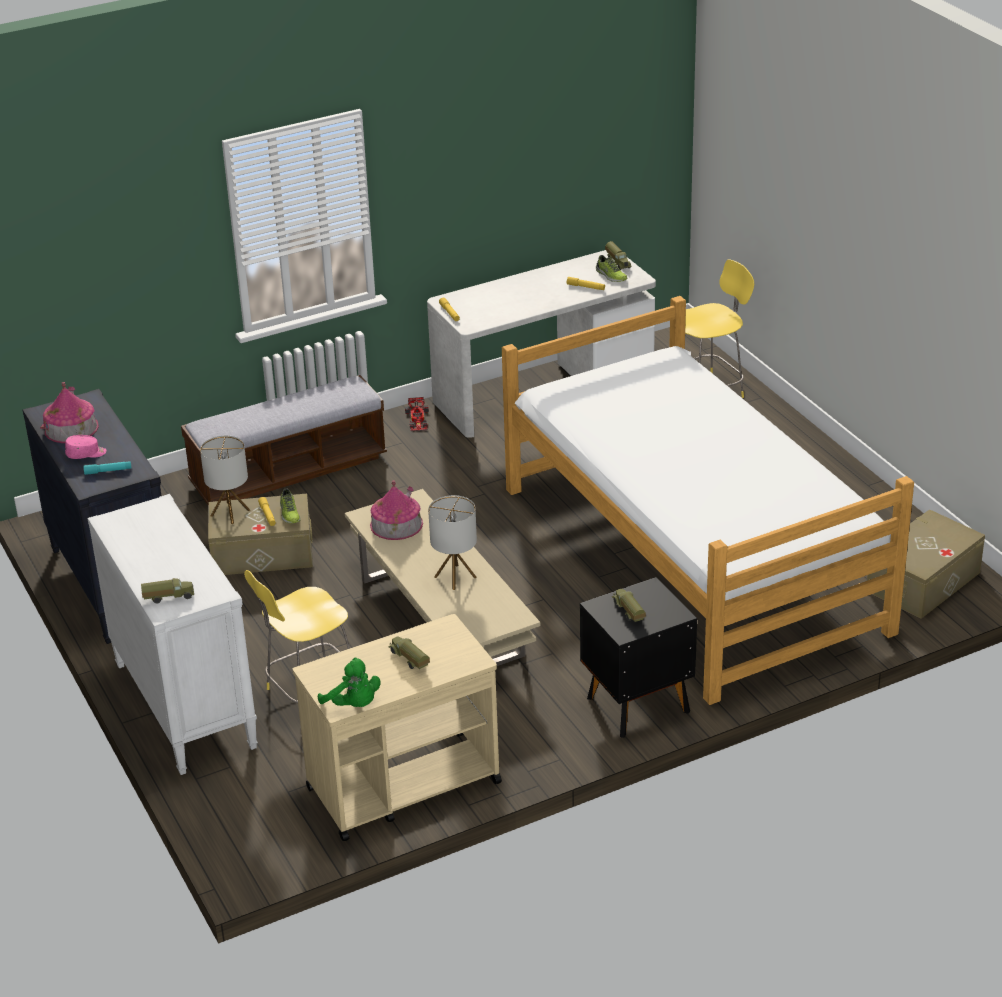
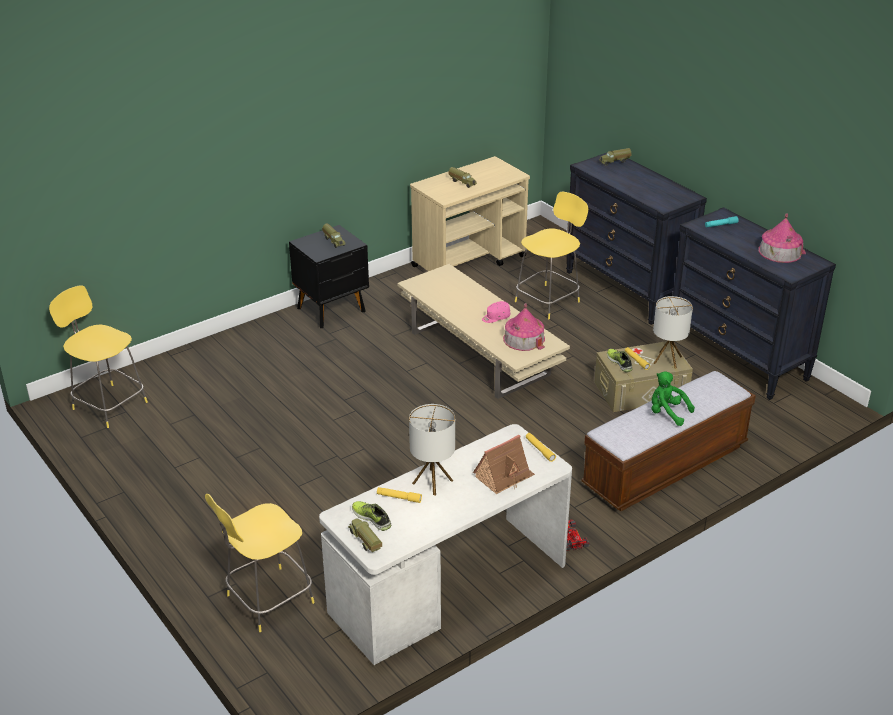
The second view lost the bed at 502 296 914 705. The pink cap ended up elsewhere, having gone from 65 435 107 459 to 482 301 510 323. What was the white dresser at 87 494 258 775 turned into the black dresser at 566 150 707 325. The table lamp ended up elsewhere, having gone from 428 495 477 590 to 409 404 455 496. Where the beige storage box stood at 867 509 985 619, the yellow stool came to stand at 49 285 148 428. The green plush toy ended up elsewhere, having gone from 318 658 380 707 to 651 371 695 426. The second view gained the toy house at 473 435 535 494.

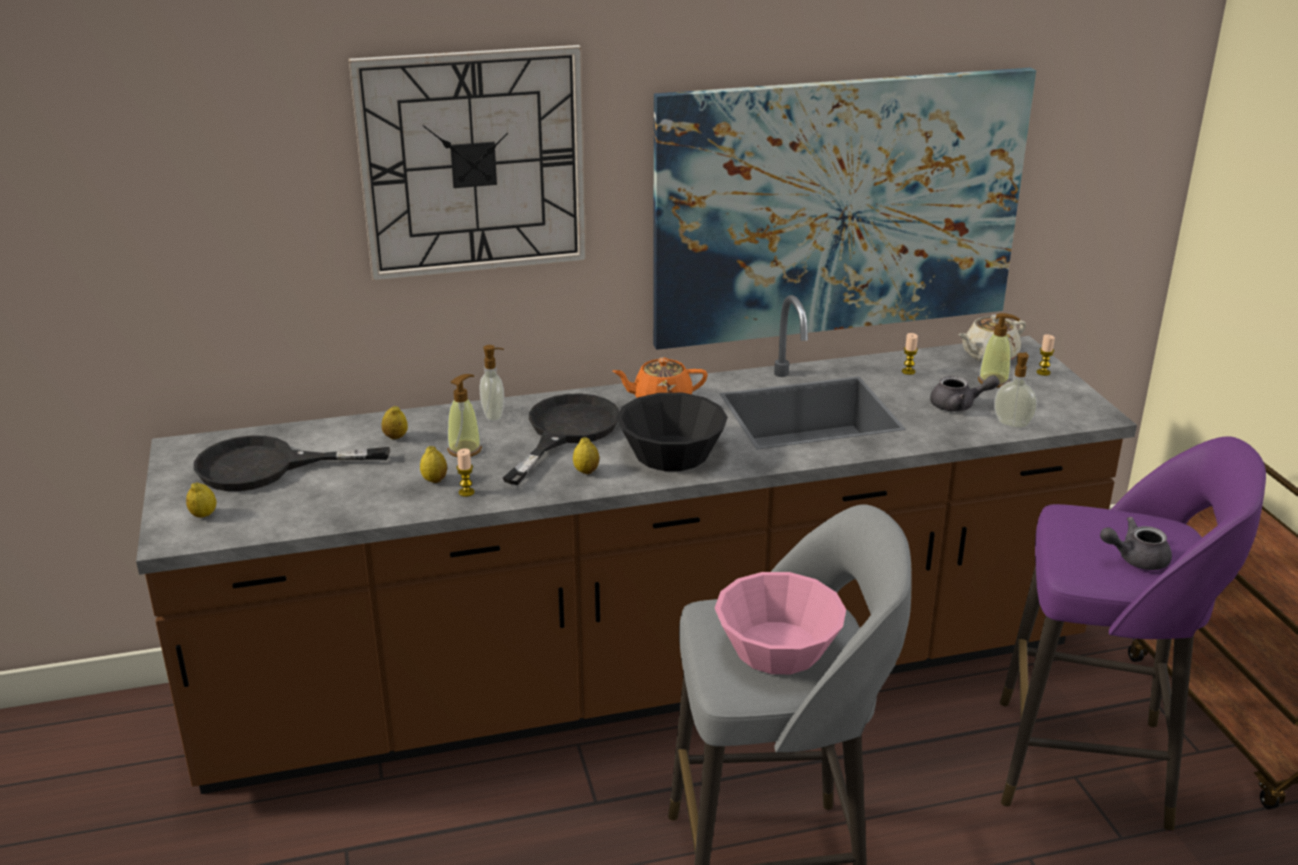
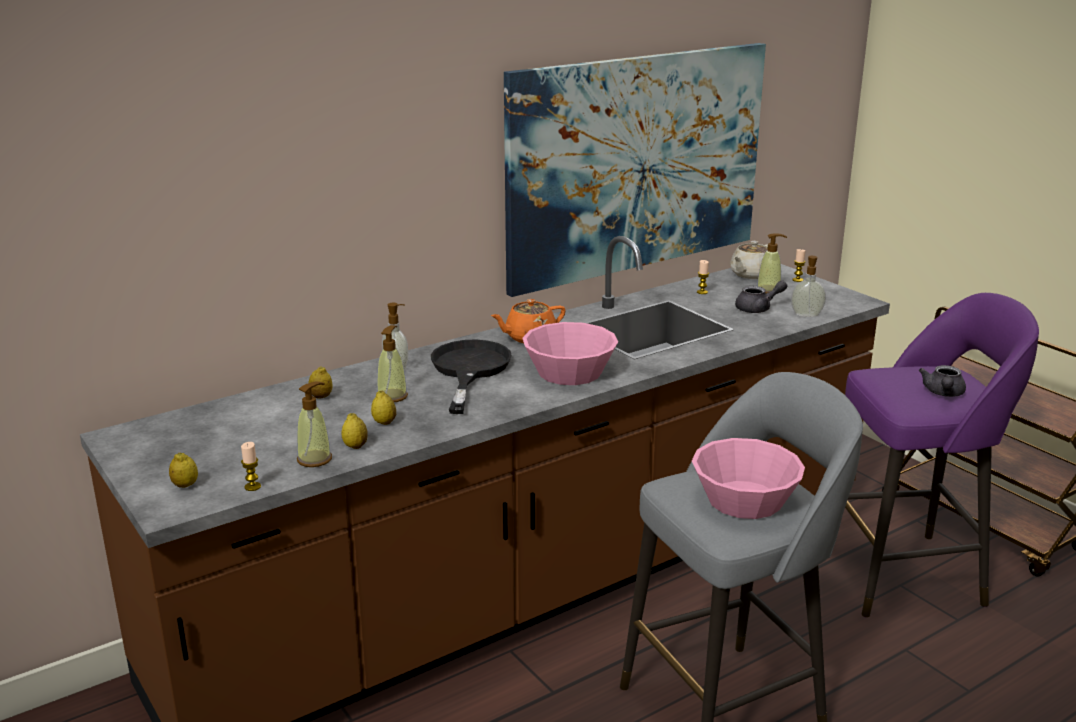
The second view lost the wall clock at 349 45 586 281. What was the black bowl at 616 393 728 471 turned into the pink bowl at 522 322 618 385. The second view lost the black frying pan at 194 436 390 491. The lemon ended up elsewhere, having gone from 573 437 599 474 to 342 413 368 449. The candle ended up elsewhere, having gone from 457 448 475 497 to 241 442 261 491. The grey teapot at 1100 517 1172 570 ended up facing another way, 45 degrees counterclockwise from before. The second view gained the soap dispenser at 297 382 332 467.

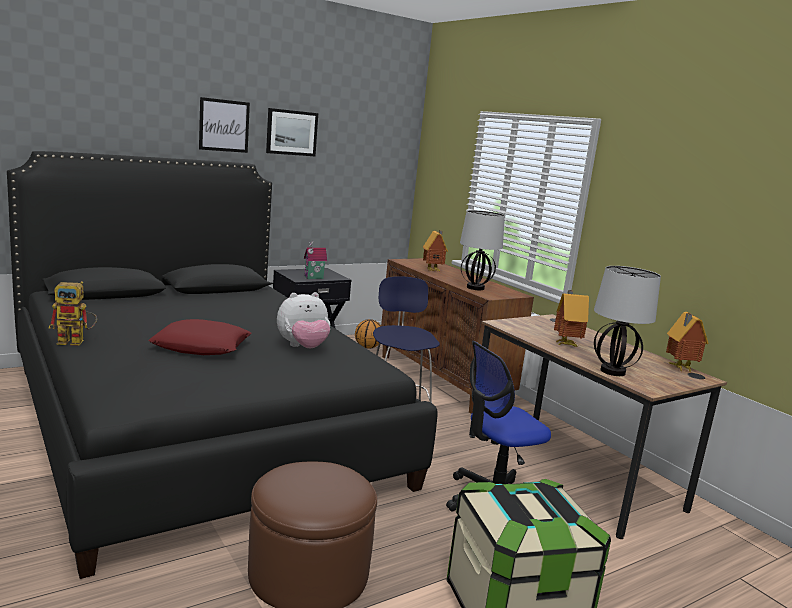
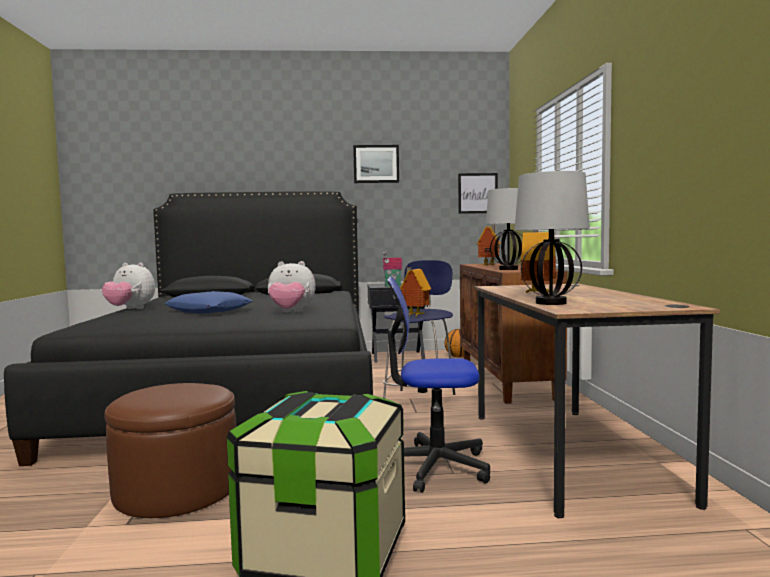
The picture ended up elsewhere, having gone from 199 97 250 153 to 458 173 498 214. Where the toy robot stood at 48 281 97 346, the plush toy came to stand at 102 263 155 309. The toy house ended up elsewhere, having gone from 666 312 709 373 to 400 267 431 317. What was the red pillow at 148 319 252 355 turned into the blue pillow at 165 291 252 314.

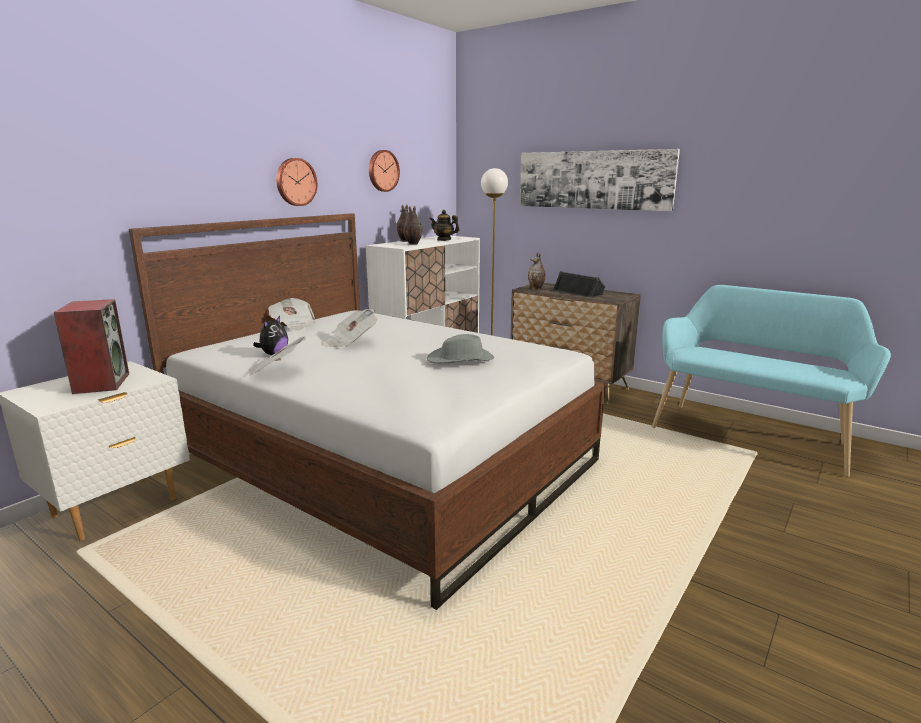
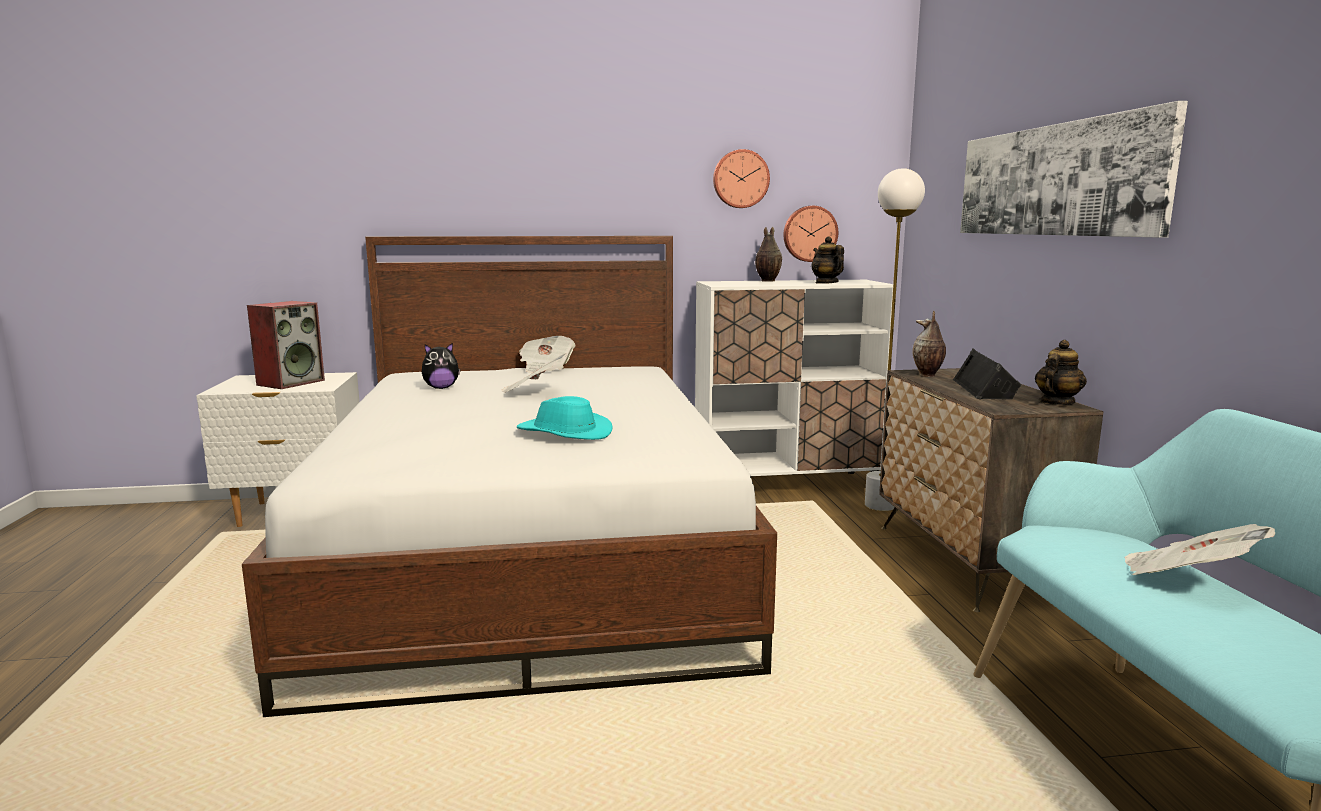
The wall clock ended up elsewhere, having gone from 276 158 317 206 to 784 206 838 262. The second view lost the vase at 404 206 422 245. What was the grey hat at 427 334 494 364 turned into the turquoise hat at 517 396 613 440. The newspaper ended up elsewhere, having gone from 249 336 306 376 to 1124 524 1276 575. The second view gained the teapot at 1035 340 1087 405.

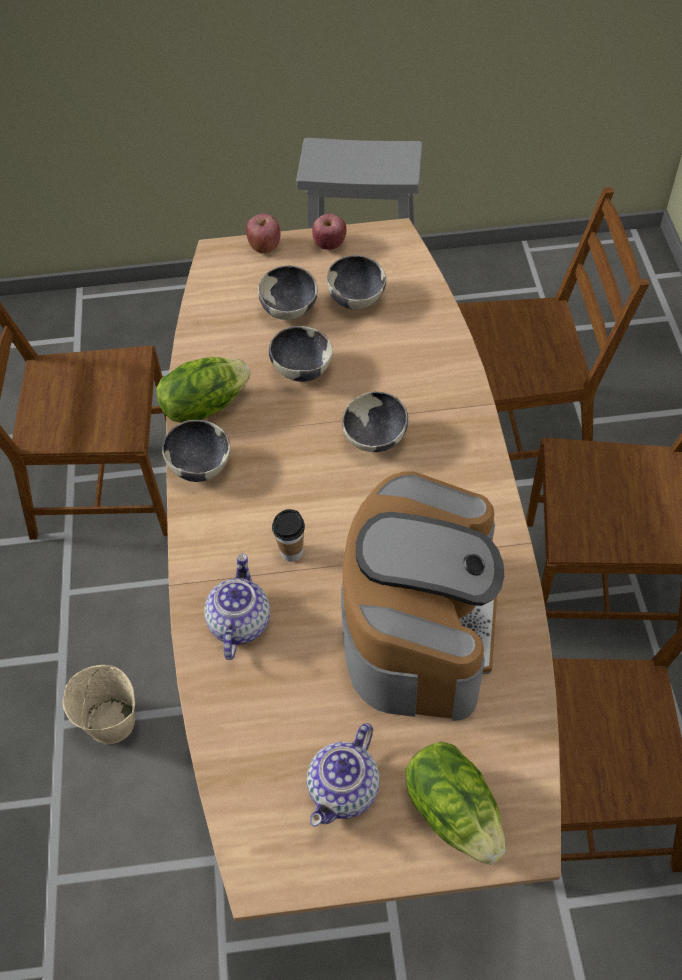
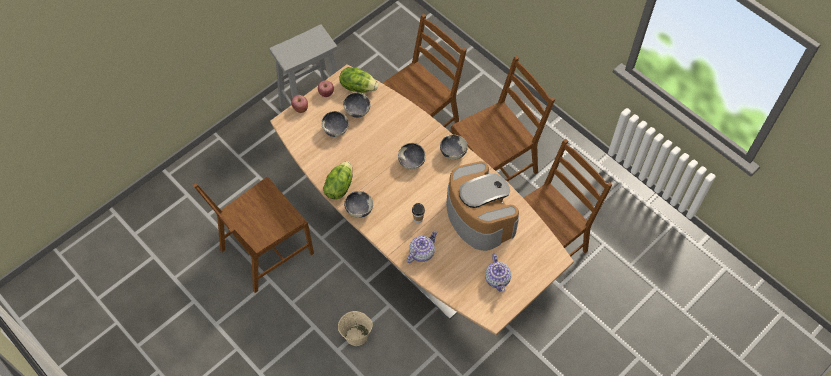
The bowl ended up elsewhere, having gone from 269 326 333 382 to 440 134 468 160. The teapot at 204 553 270 660 ended up facing another way, 75 degrees clockwise from before. The lettuce ended up elsewhere, having gone from 406 741 506 865 to 339 67 379 93.

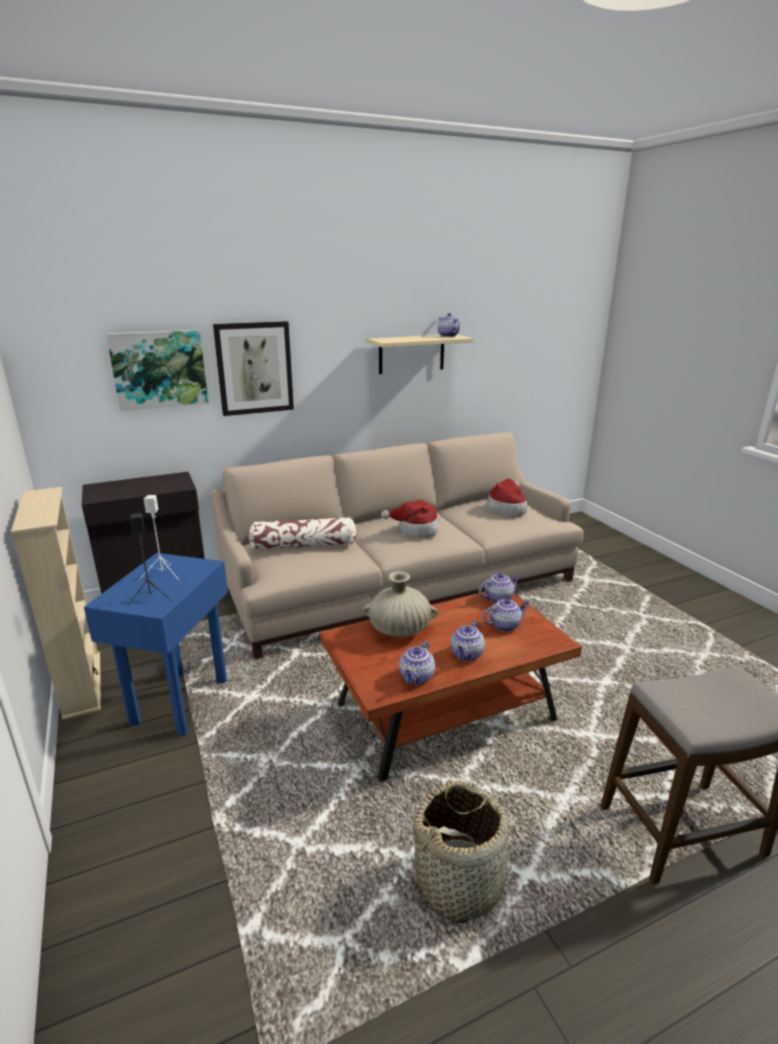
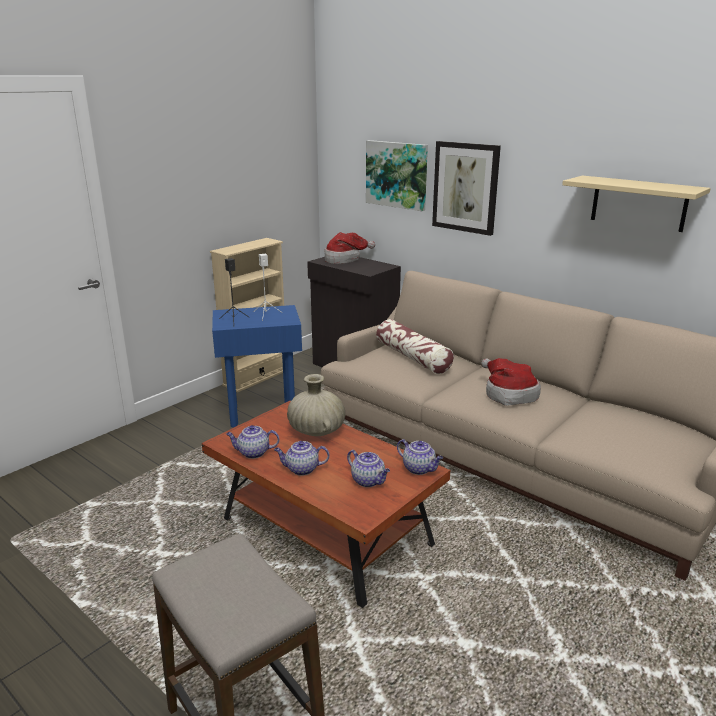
The second view lost the teapot at 438 313 460 337. The hat ended up elsewhere, having gone from 487 478 527 517 to 325 232 375 264. The second view lost the basket at 413 781 516 923.

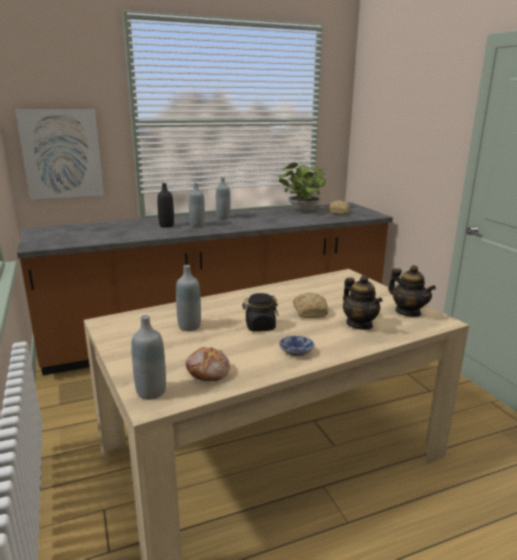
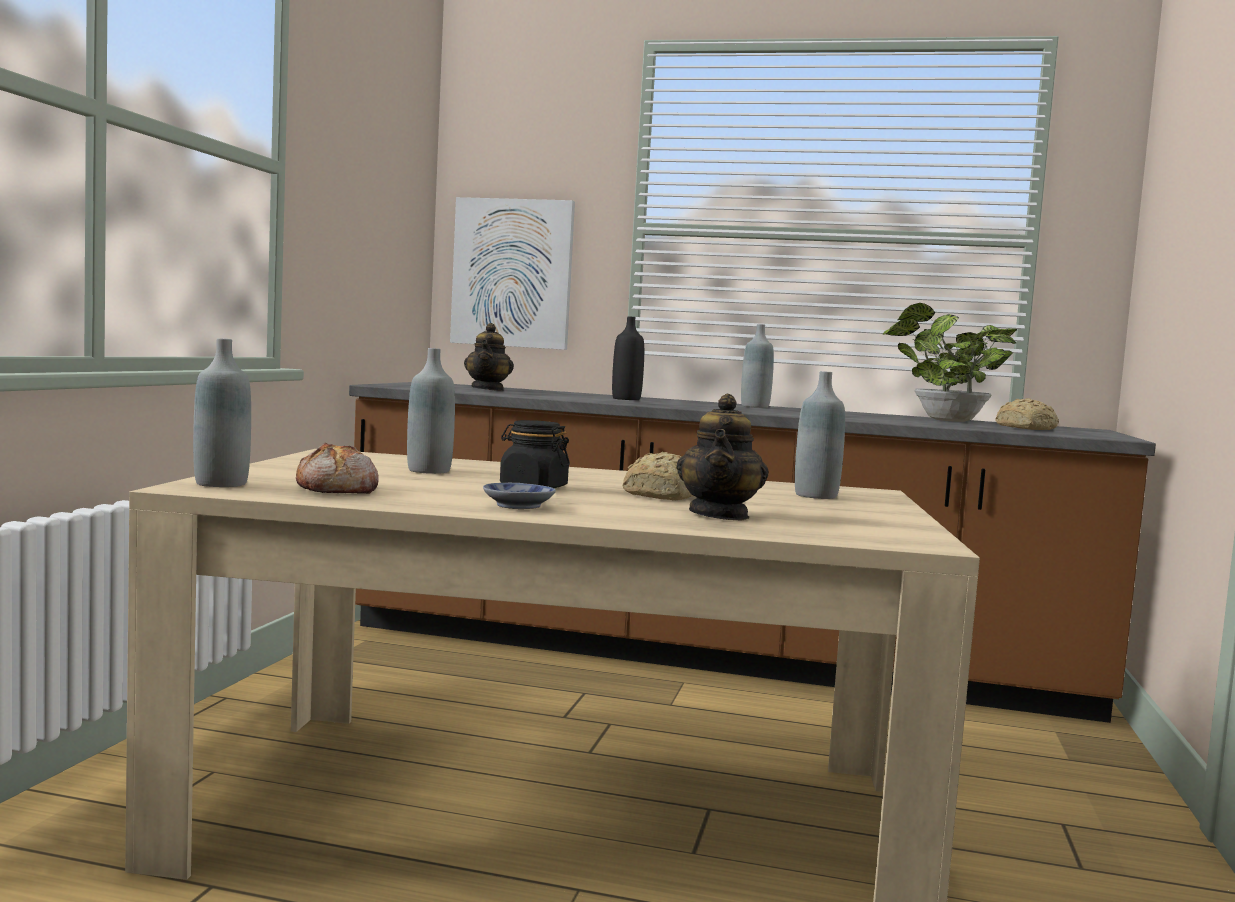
The grey bottle ended up elsewhere, having gone from 189 183 205 227 to 795 371 845 499. The teapot ended up elsewhere, having gone from 388 265 436 317 to 464 323 514 391.

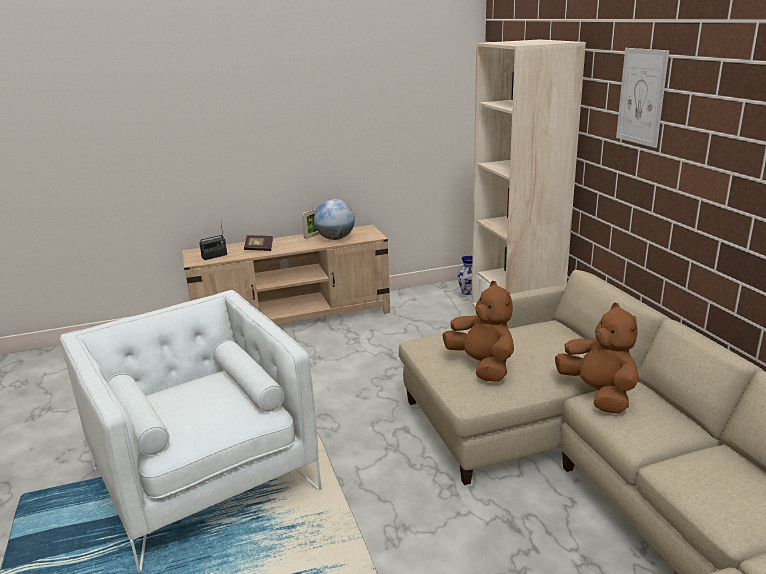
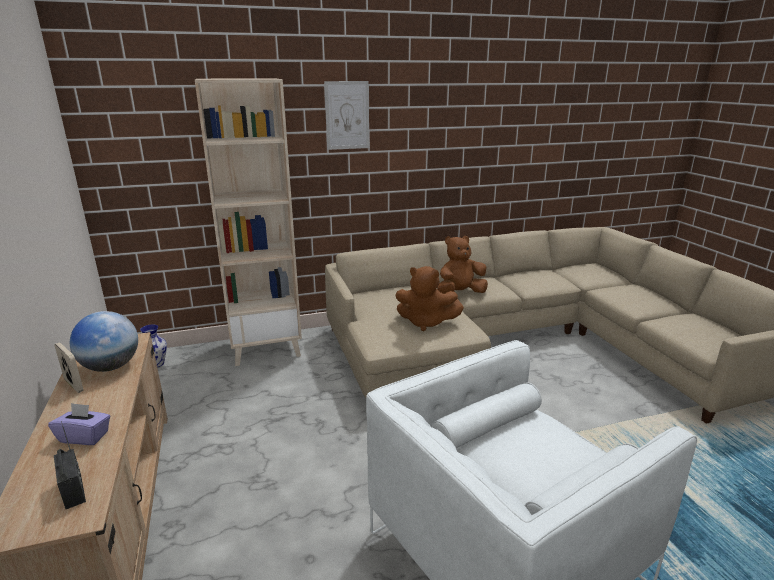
Where the book stood at 244 235 273 251, the purple tissue box came to stand at 48 403 110 445. The brown plush toy at 442 281 514 382 ended up facing another way, 135 degrees counterclockwise from before.

